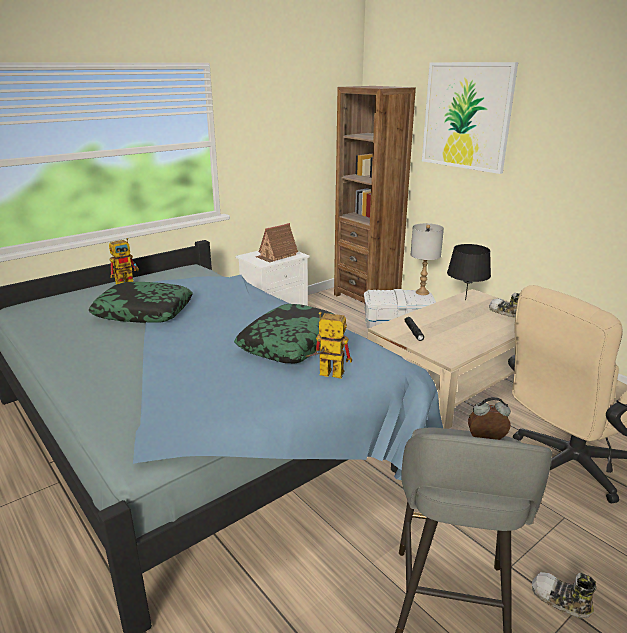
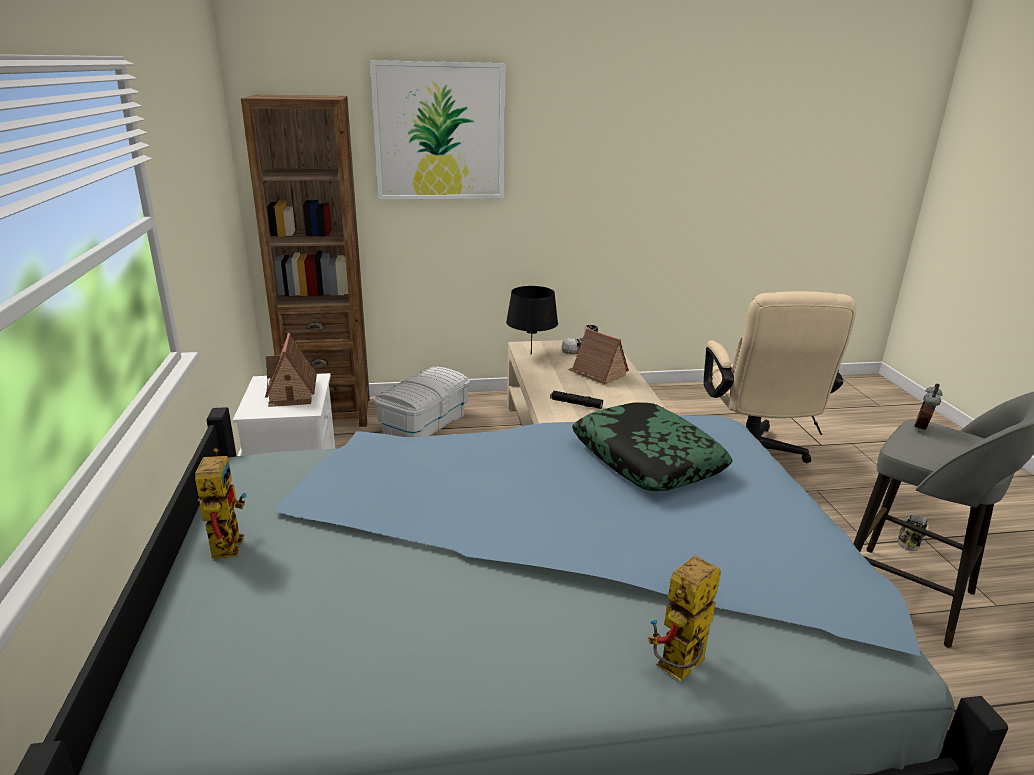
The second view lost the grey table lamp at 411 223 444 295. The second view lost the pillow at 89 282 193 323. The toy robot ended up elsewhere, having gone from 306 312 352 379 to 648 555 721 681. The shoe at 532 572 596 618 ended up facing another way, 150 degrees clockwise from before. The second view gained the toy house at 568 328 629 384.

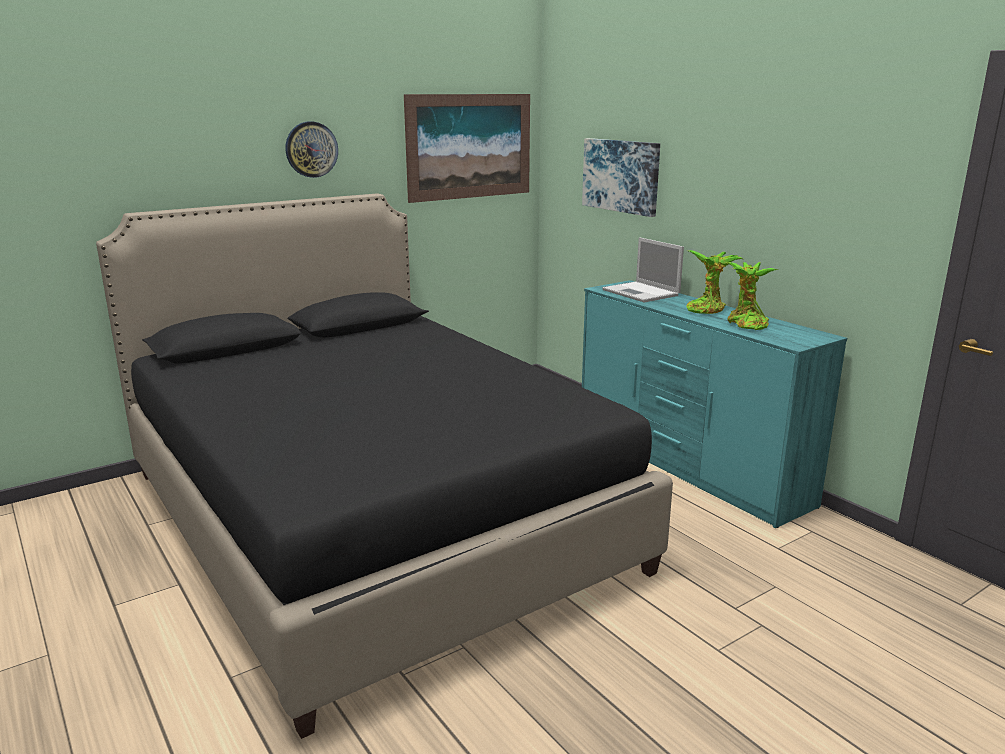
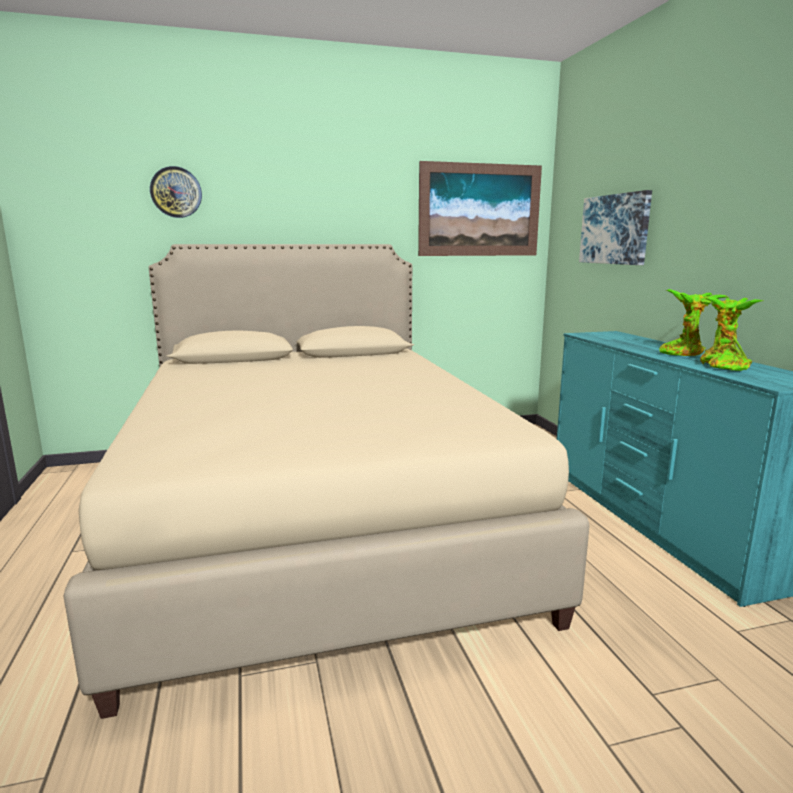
The wall clock ended up elsewhere, having gone from 285 121 338 178 to 150 166 202 218. What was the black bed at 96 193 673 739 turned into the beige bed at 63 244 590 719. The second view lost the laptop at 602 237 684 303.

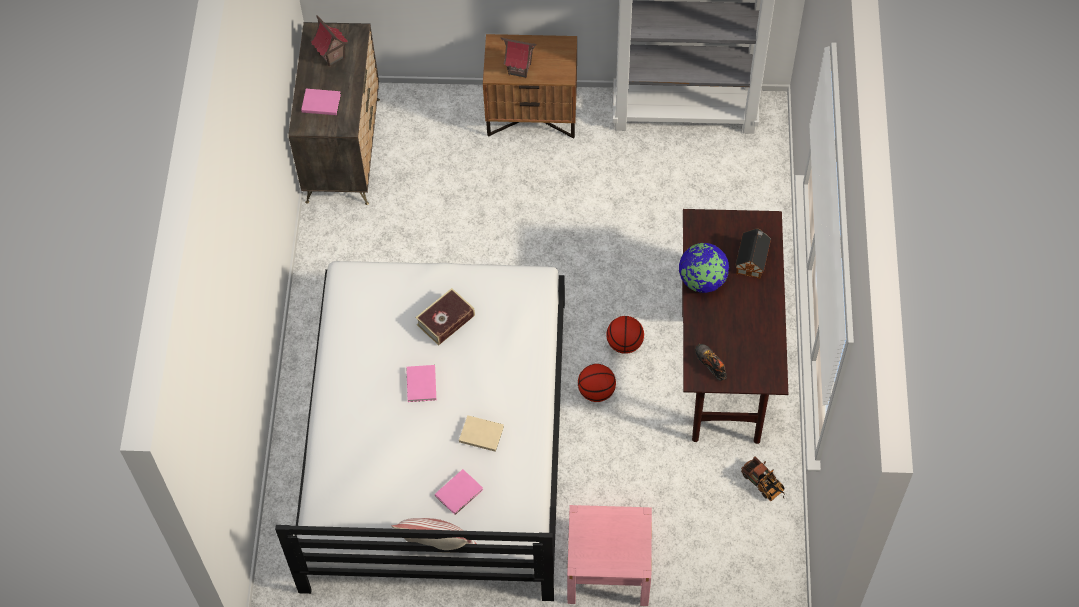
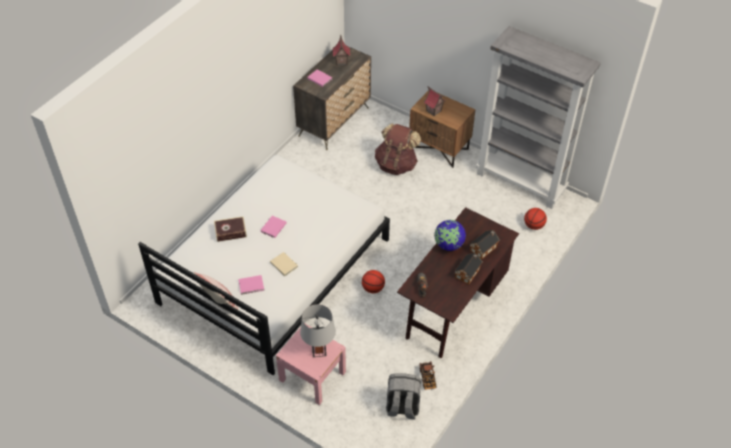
The book ended up elsewhere, having gone from 416 288 475 345 to 214 216 247 242. The basketball ended up elsewhere, having gone from 606 316 644 354 to 524 208 547 230. The second view gained the brown backpack at 375 123 421 175. The second view gained the toy house at 454 253 483 285. The second view gained the grey table lamp at 300 304 336 357. The second view gained the grey backpack at 386 373 421 420.

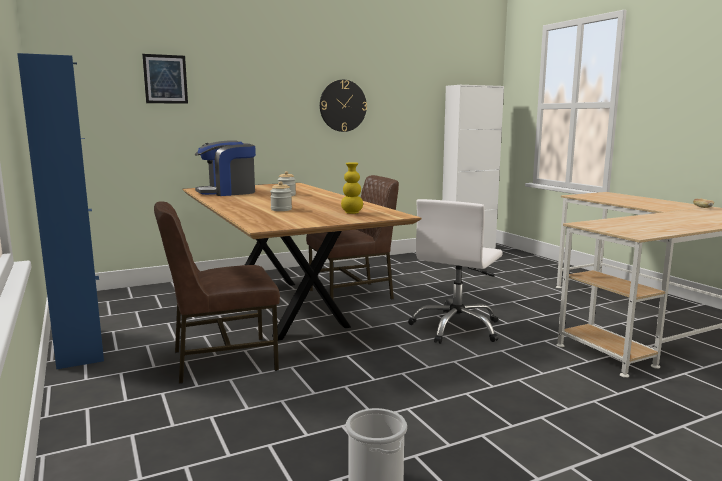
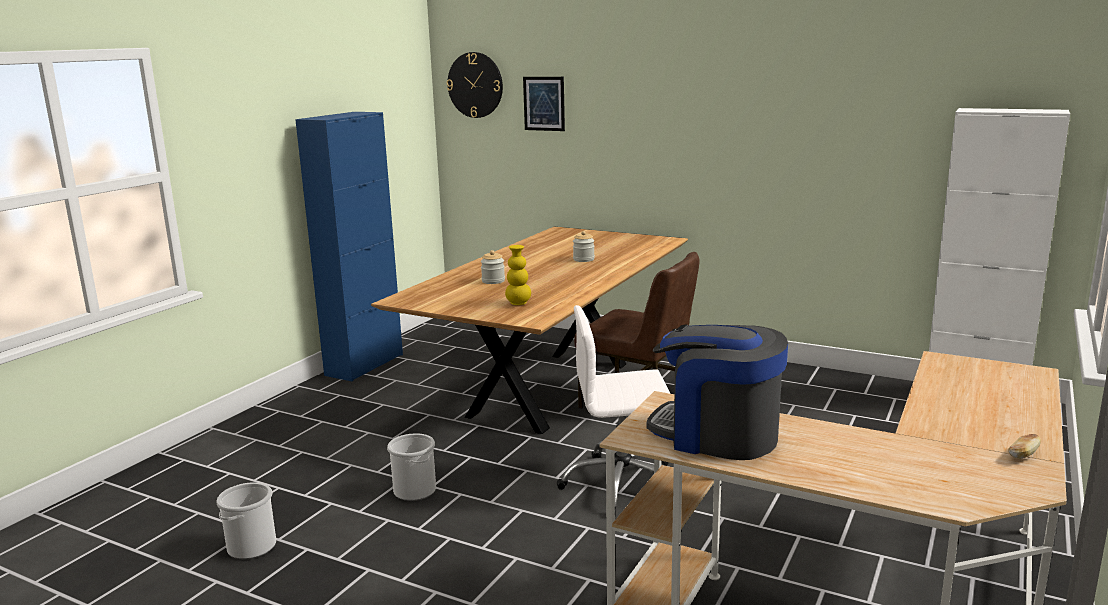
The wall clock ended up elsewhere, having gone from 320 80 367 132 to 447 52 503 118. The coffee machine ended up elsewhere, having gone from 195 140 256 196 to 646 325 788 460. The second view lost the brown chair at 154 201 280 384. The second view gained the bucket at 387 433 436 501.

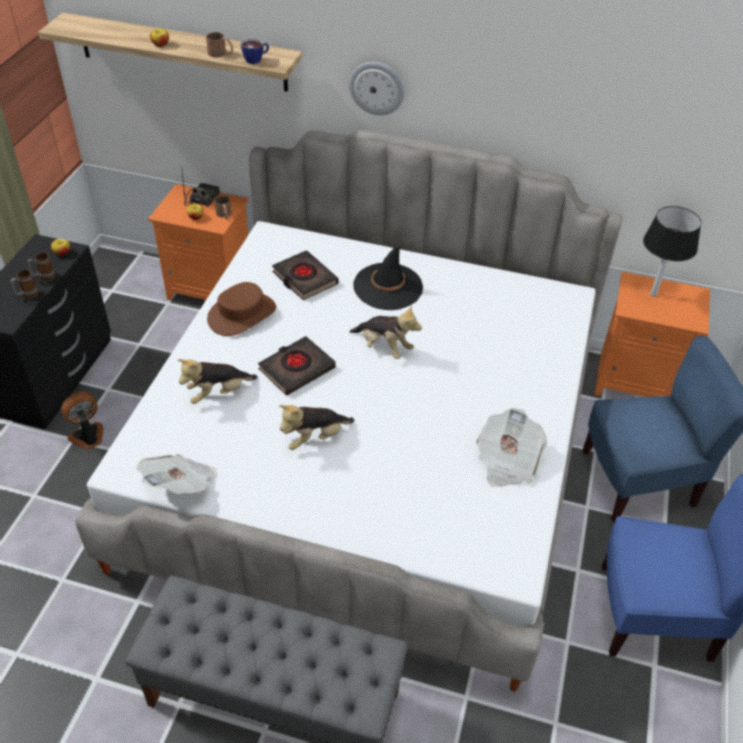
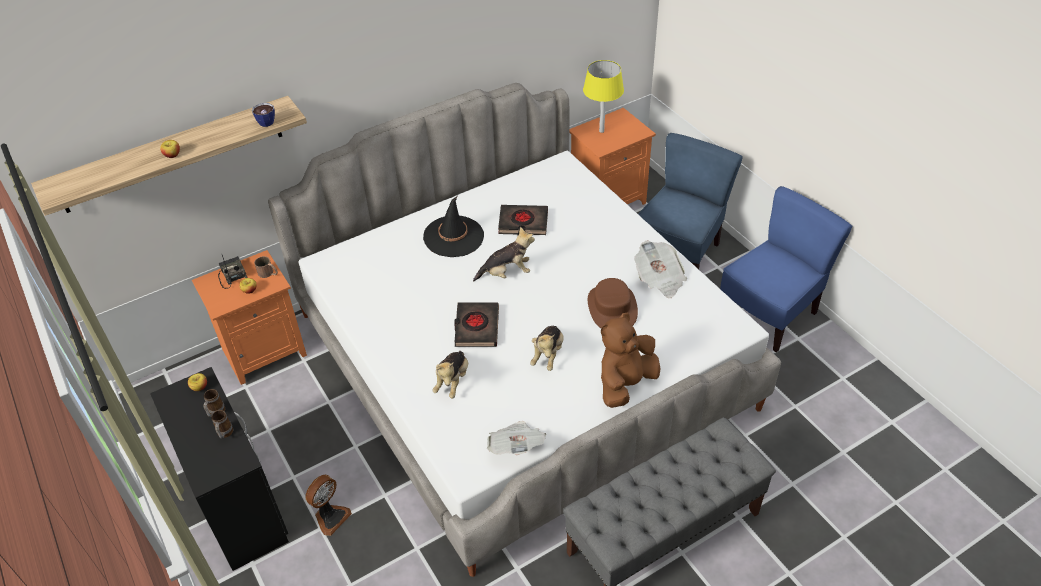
The second view lost the brown mug at 206 32 233 58. The second view lost the wall clock at 349 62 404 115. What was the black table lamp at 643 206 701 297 turned into the yellow table lamp at 583 60 624 133. The black book ended up elsewhere, having gone from 272 250 338 300 to 498 205 548 235. The brown hat ended up elsewhere, having gone from 207 282 276 336 to 588 278 638 328. The fan at 61 392 103 450 ended up facing another way, 150 degrees counterclockwise from before. The second view gained the brown plush toy at 601 313 661 408.

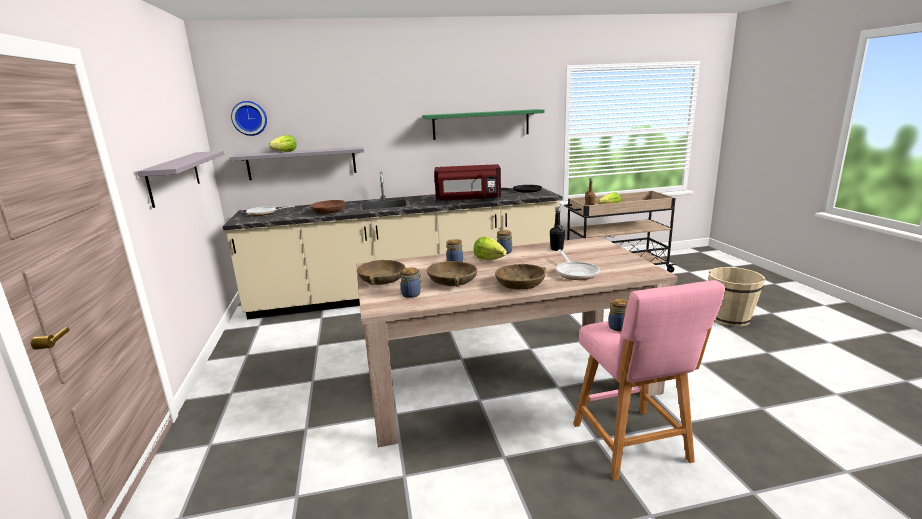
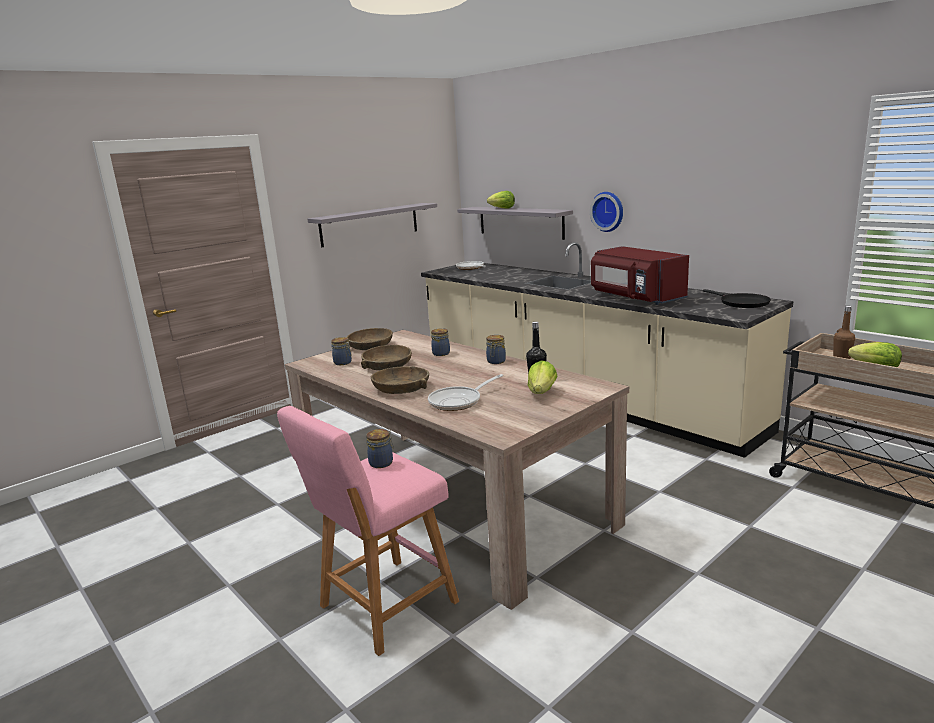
The wall clock ended up elsewhere, having gone from 231 101 267 136 to 590 192 623 232. The second view lost the green shelf at 423 109 544 140. The second view lost the brown bowl at 311 200 345 214. The lettuce ended up elsewhere, having gone from 474 237 507 260 to 528 360 558 394. The second view lost the beige bucket at 709 267 765 326.

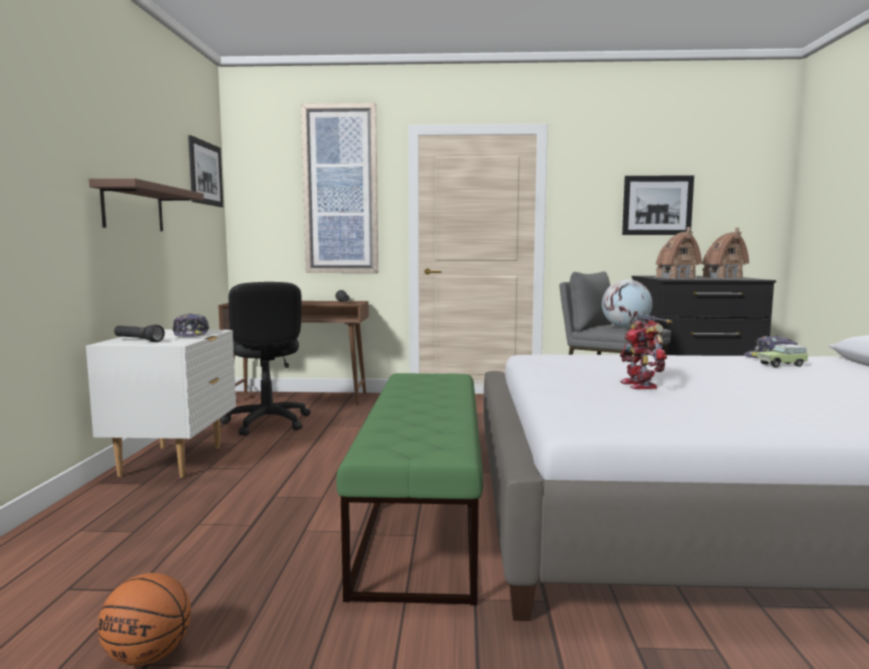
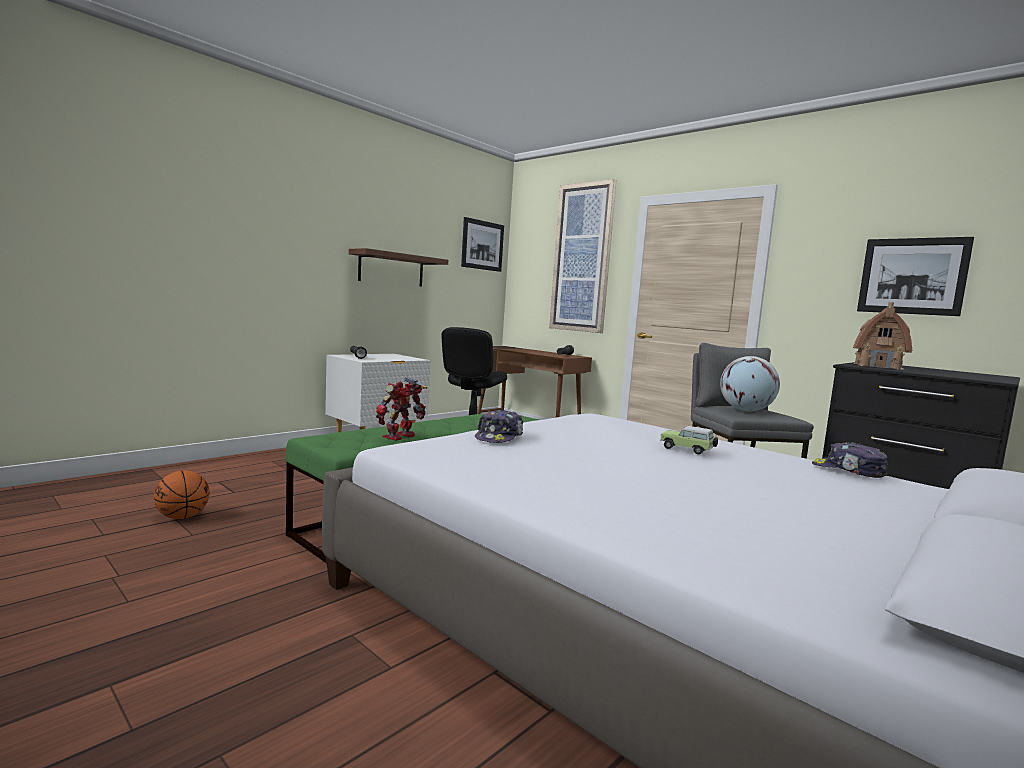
The second view lost the toy house at 701 227 749 278. The cap ended up elsewhere, having gone from 172 313 209 337 to 475 409 523 443. The toy robot ended up elsewhere, having gone from 620 314 673 389 to 376 377 427 441. The toy car ended up elsewhere, having gone from 758 344 808 368 to 660 426 718 455.

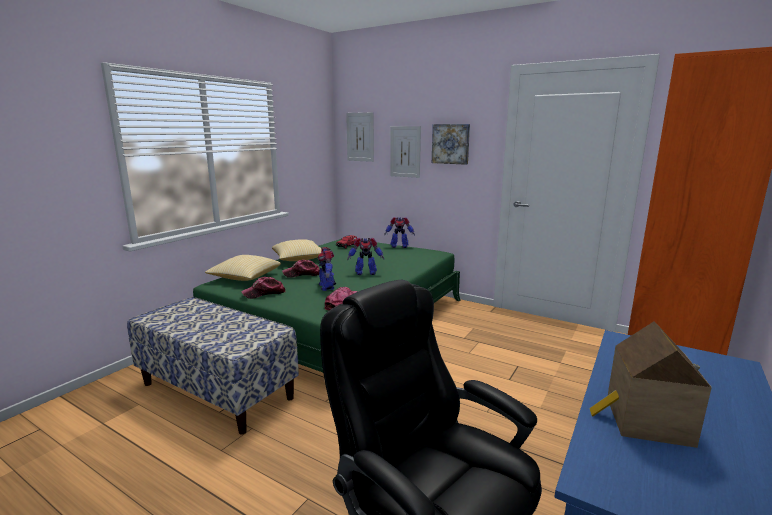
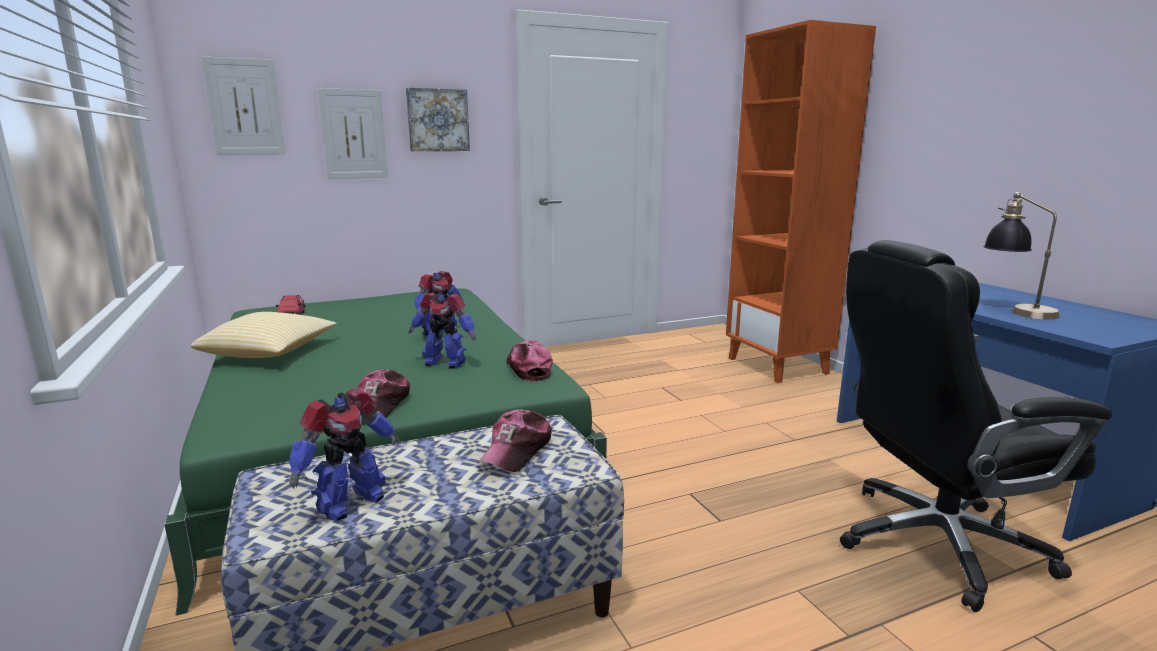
The toy robot ended up elsewhere, having gone from 384 217 415 248 to 289 389 401 521. The second view lost the pillow at 205 255 281 281. The cap ended up elsewhere, having gone from 282 260 320 278 to 478 410 552 472. Where the toy house stood at 589 321 712 448, the table lamp came to stand at 983 192 1060 320.

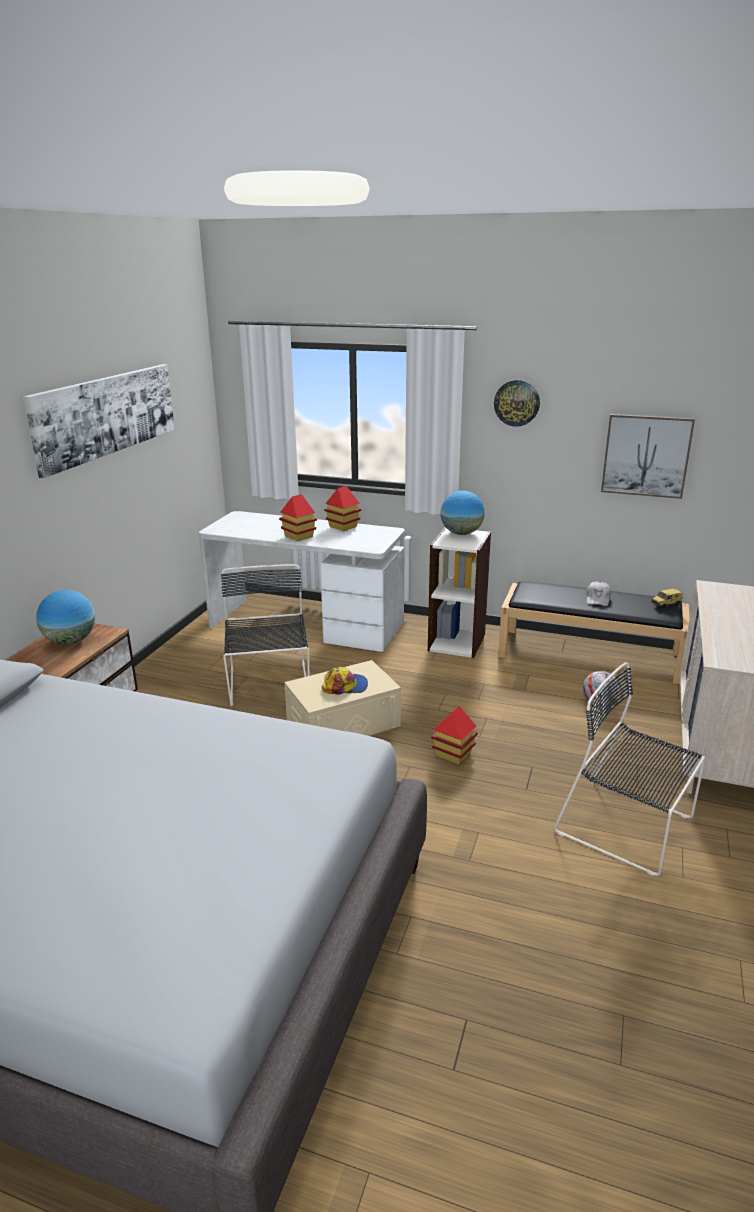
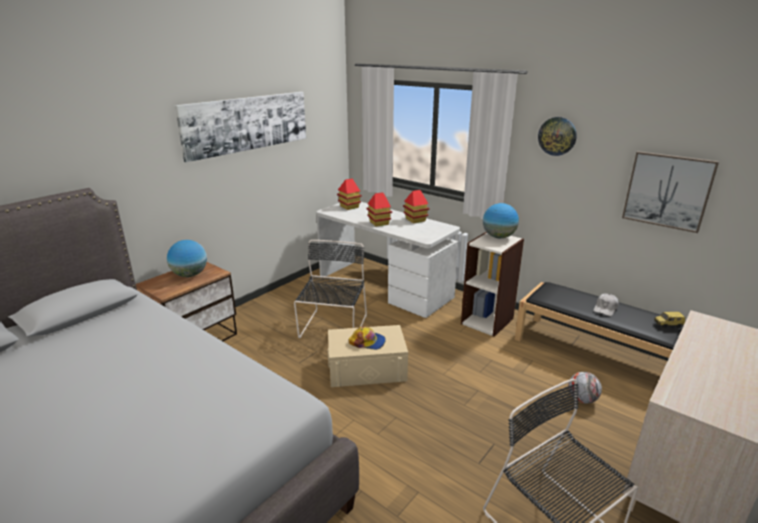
The toy house ended up elsewhere, having gone from 431 706 478 764 to 337 179 362 210.

